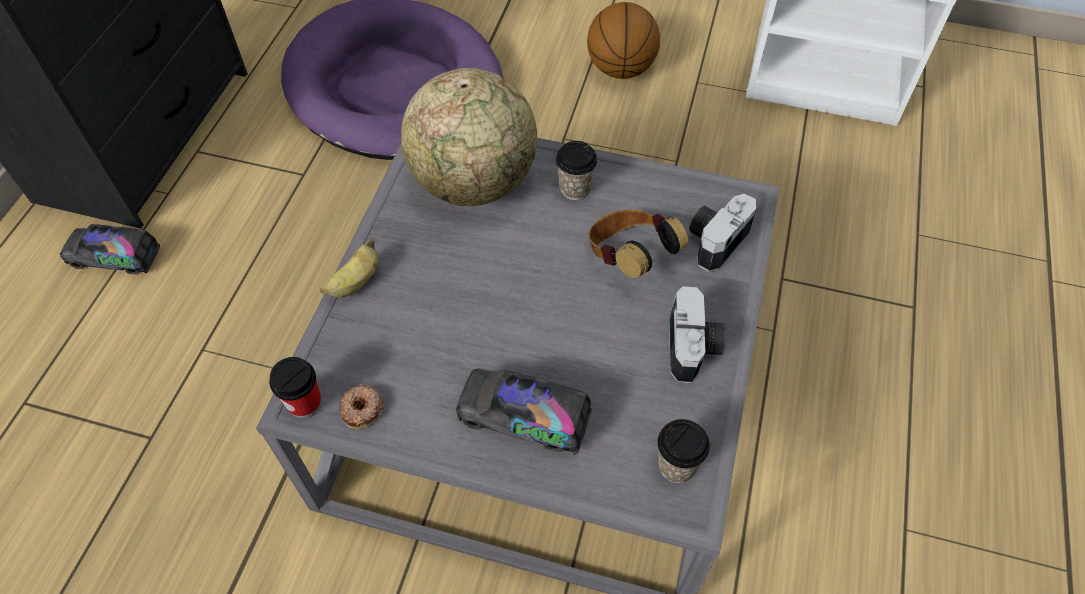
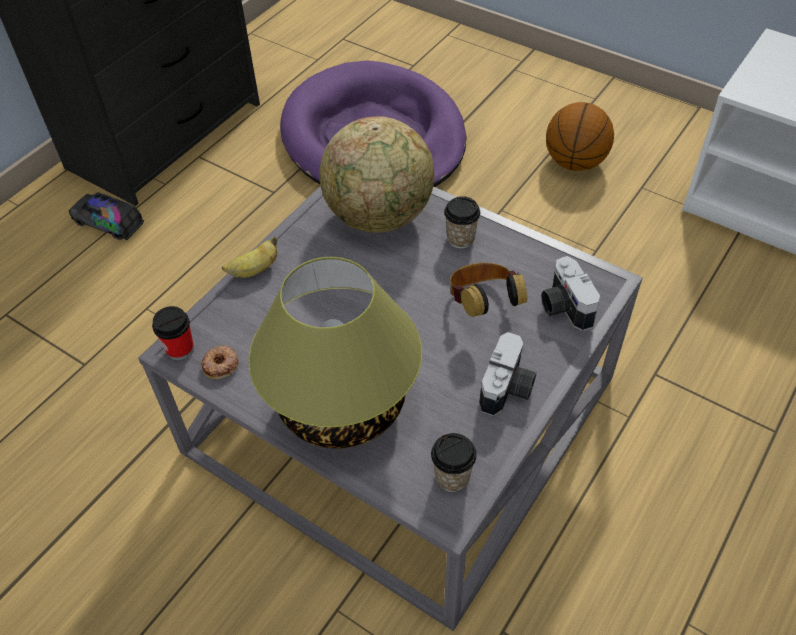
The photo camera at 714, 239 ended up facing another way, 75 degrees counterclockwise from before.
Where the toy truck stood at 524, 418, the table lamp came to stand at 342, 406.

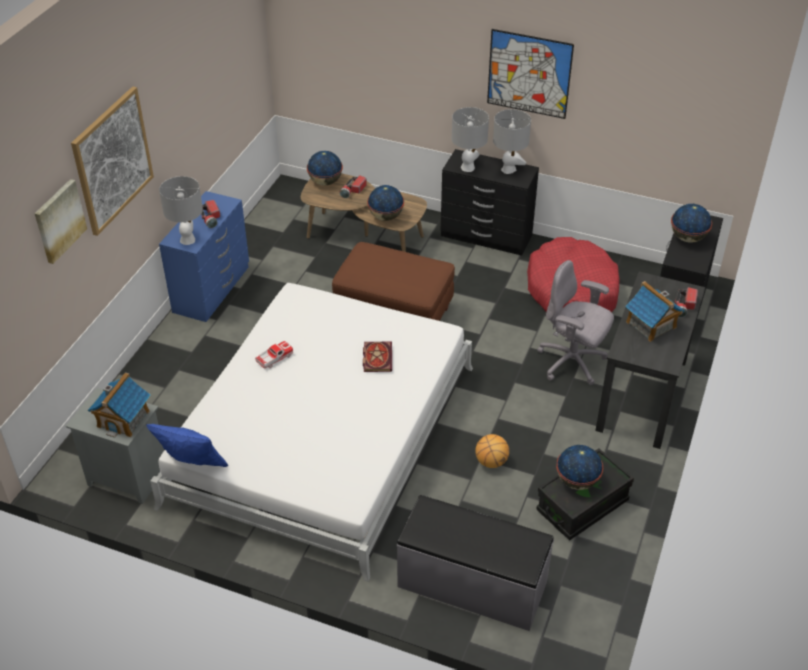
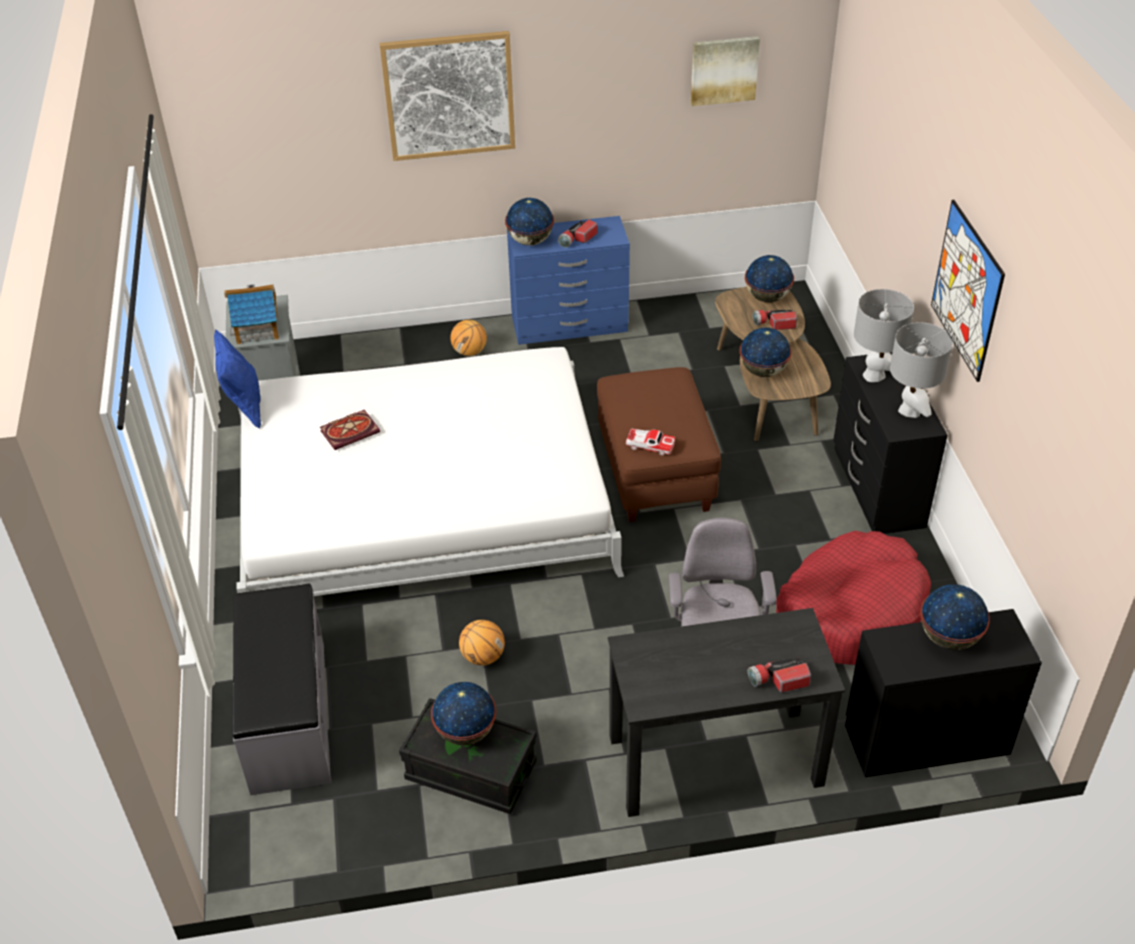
Where the table lamp (grey) stood at 188, 239, the globe came to stand at 530, 241.
The picture ended up elsewhere, having gone from 59, 220 to 723, 70.
The second view lost the toy house at 651, 325.
The toy car ended up elsewhere, having gone from 274, 358 to 650, 445.
The book ended up elsewhere, having gone from 376, 357 to 351, 431.
The second view gained the basketball at 470, 352.

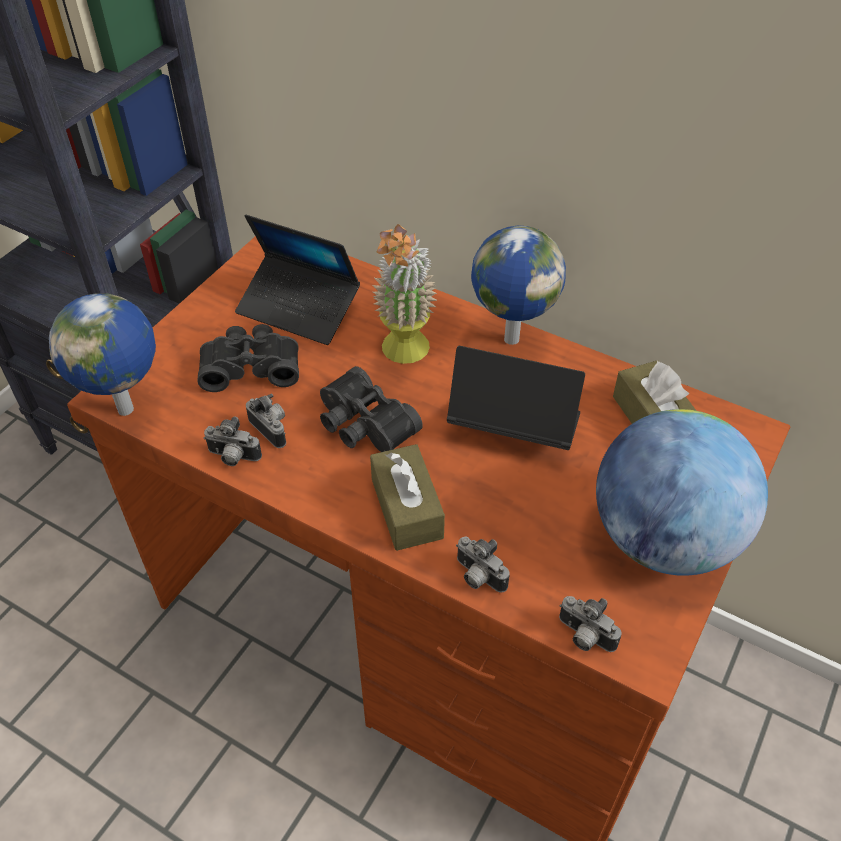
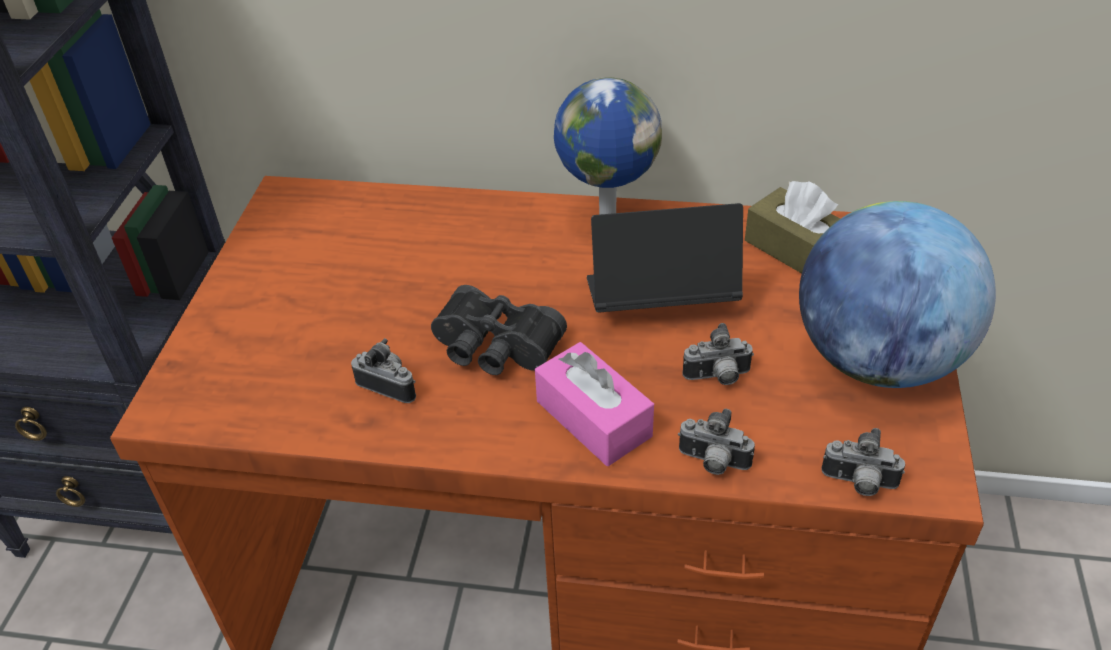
The second view lost the laptop at 299, 308.
The second view lost the potted plant at 404, 356.
The second view lost the globe at 128, 409.
The second view lost the binoculars (black) at 251, 367.
The photo camera ended up elsewhere, having gone from 233, 458 to 718, 378.
What was the tissue box (brown) at 406, 508 turned into the tissue box (pink) at 593, 418.

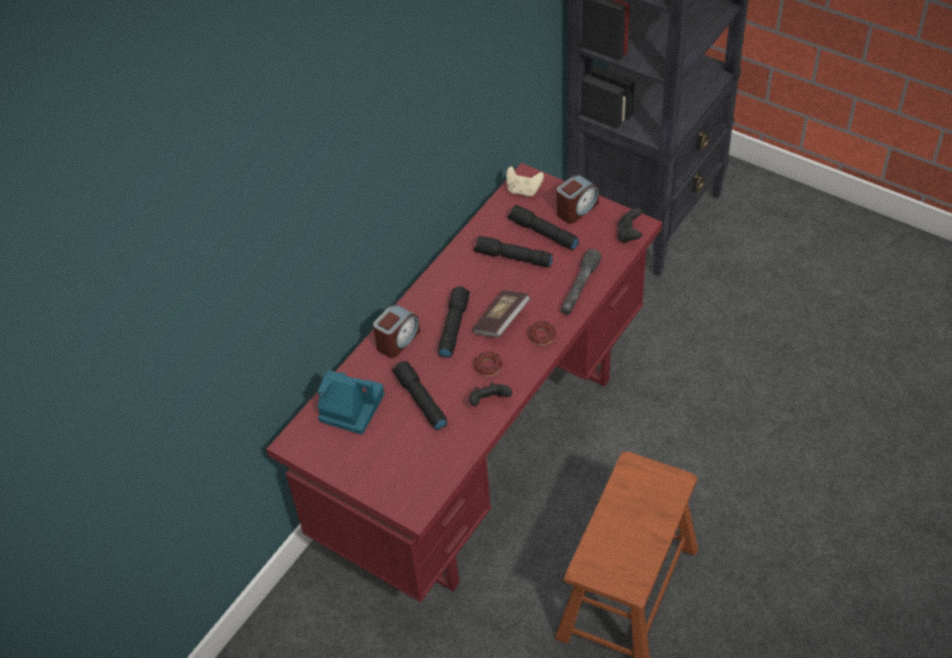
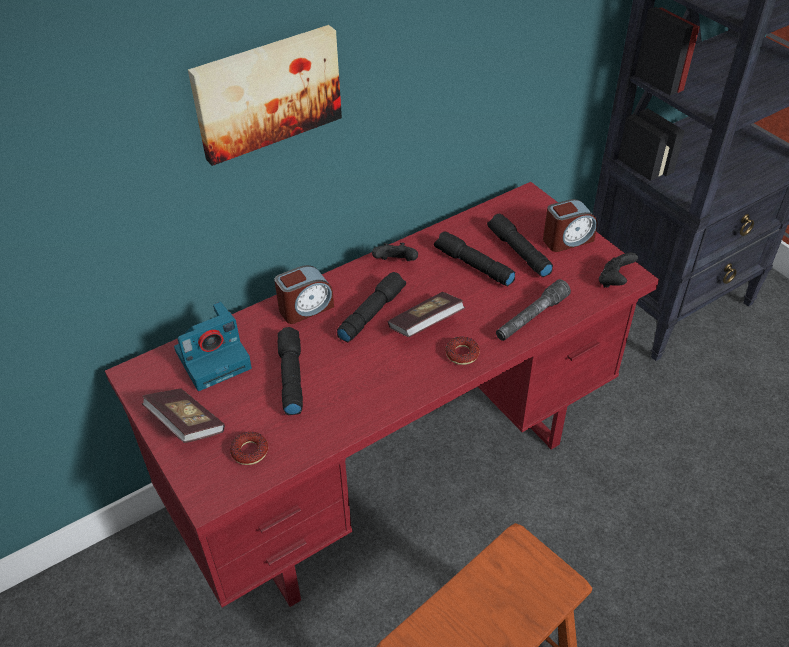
The second view lost the game controller (beige) at 523, 190.
The donut ended up elsewhere, having gone from 488, 366 to 250, 451.
The photo camera at 350, 407 ended up facing another way, 105 degrees clockwise from before.
The game controller (black) ended up elsewhere, having gone from 489, 402 to 396, 263.
The second view gained the picture at 266, 92.
The second view gained the book at 186, 425.

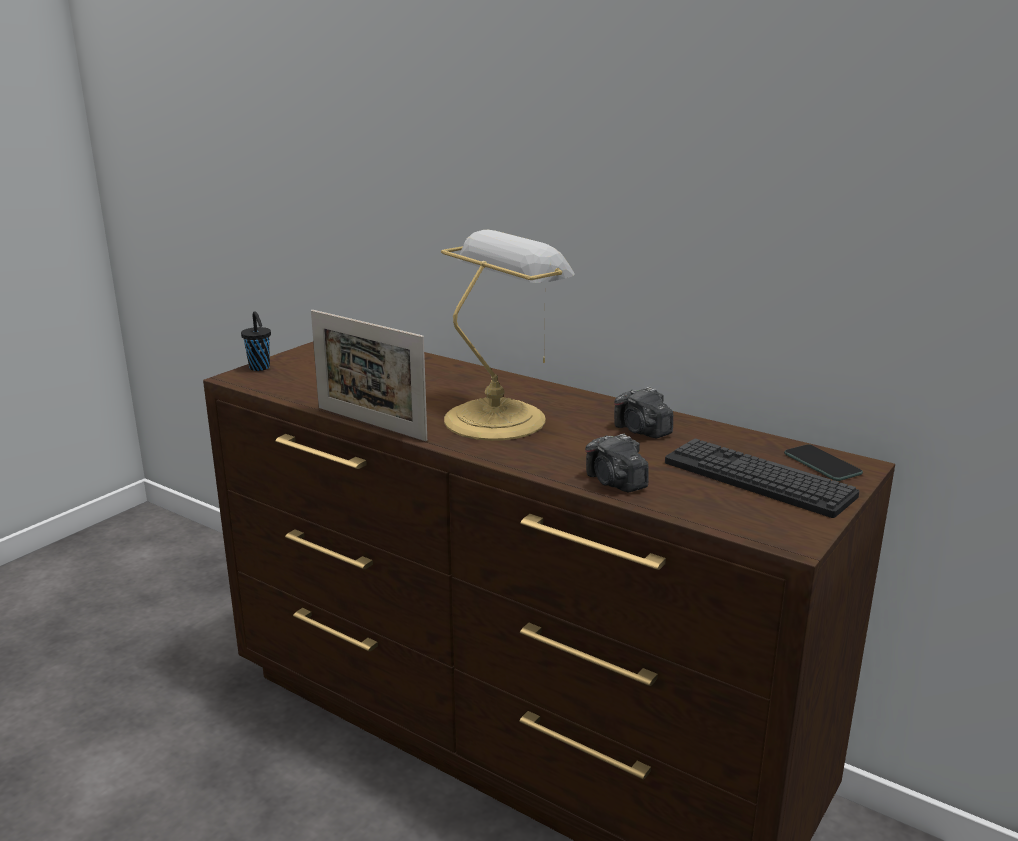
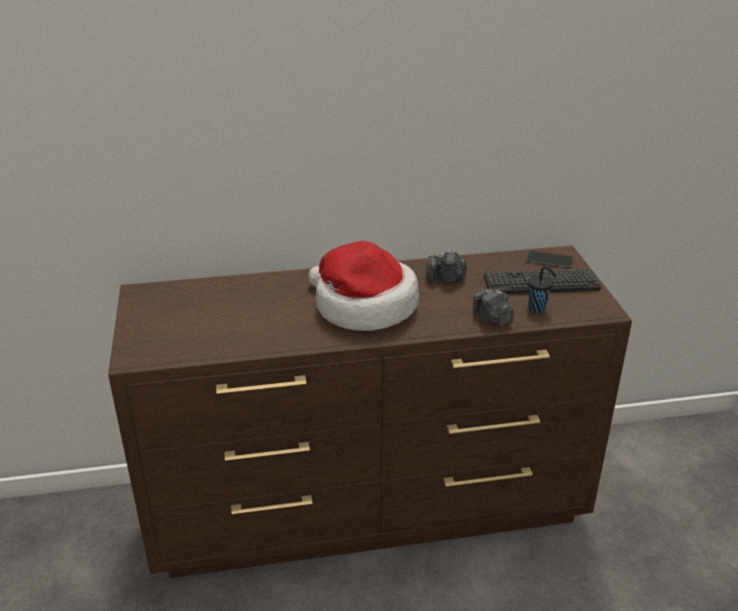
Where the table lamp stood at 499, 418, the hat came to stand at 363, 306.
The second view lost the picture frame at 370, 423.
The cup (black) ended up elsewhere, having gone from 260, 368 to 538, 308.
The photo camera at 615, 482 ended up facing another way, 45 degrees clockwise from before.

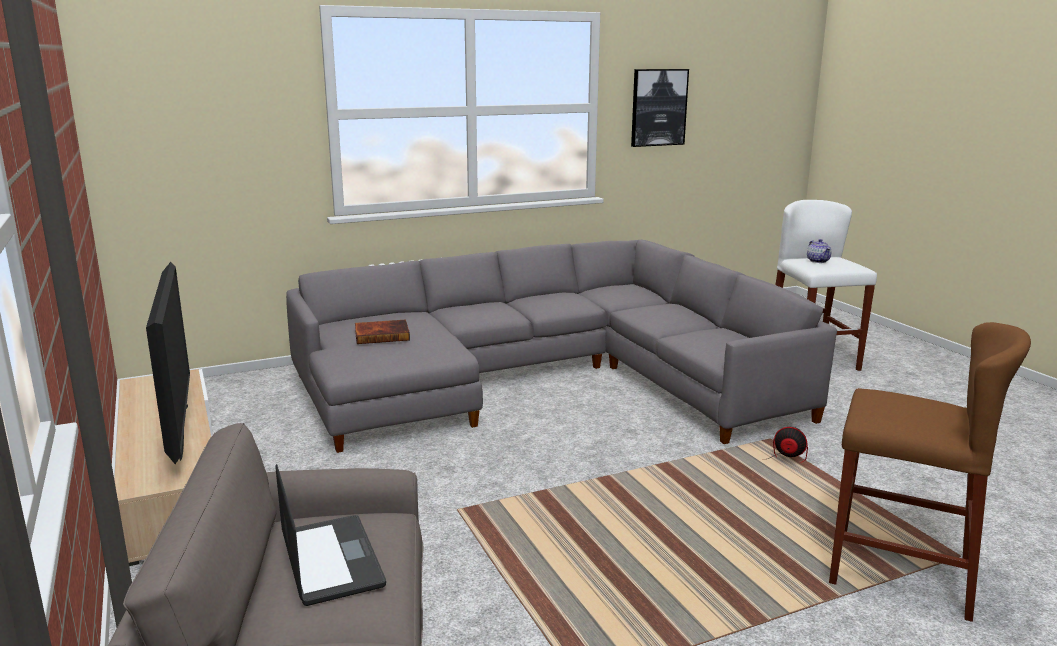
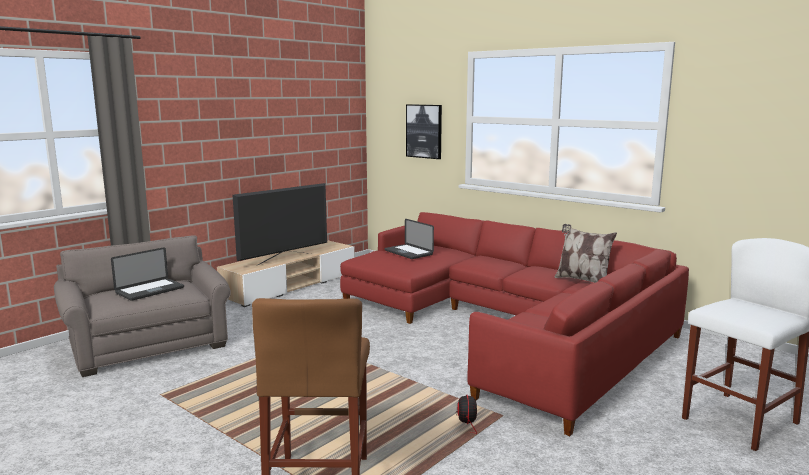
The picture ended up elsewhere, having gone from 658, 107 to 424, 131.
The second view lost the teapot at 818, 261.
What was the sofa (grey) at 545, 379 turned into the sofa (red) at 507, 326.
Where the book stood at 382, 335, the laptop came to stand at 408, 252.
The second view gained the pillow at 582, 280.

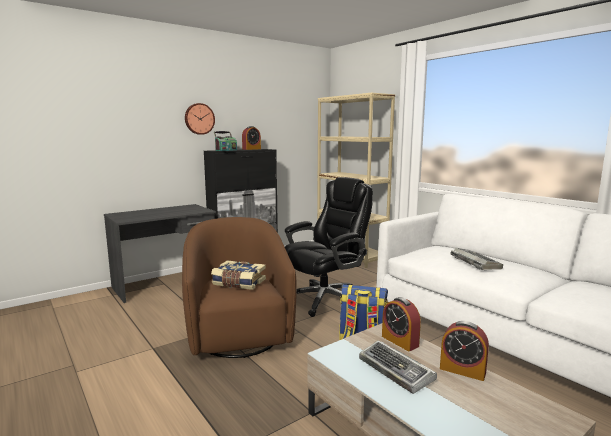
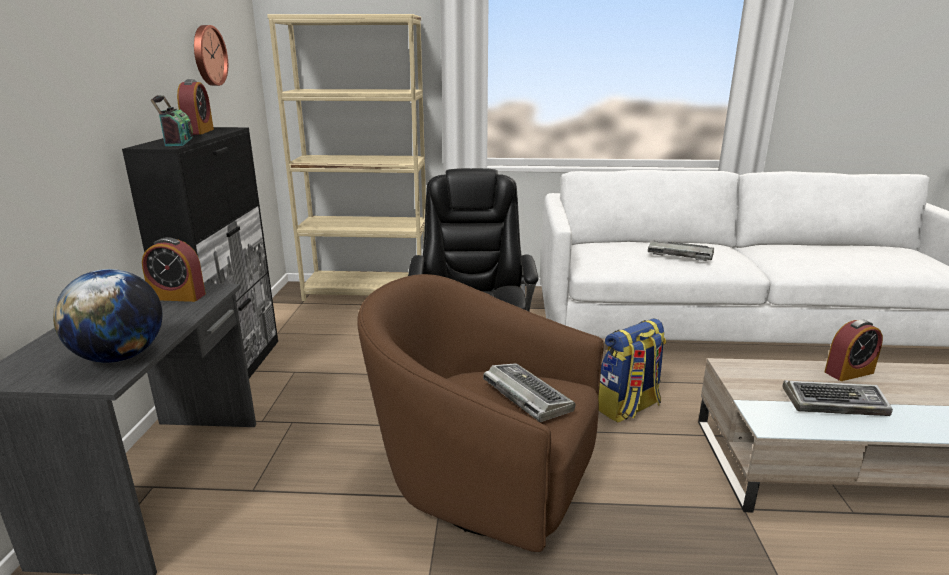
The wall clock ended up elsewhere, having gone from 199, 119 to 208, 55.
Where the book stood at 238, 283, the keyboard came to stand at 526, 396.
The alarm clock ended up elsewhere, having gone from 400, 341 to 177, 296.
The second view gained the globe at 120, 357.

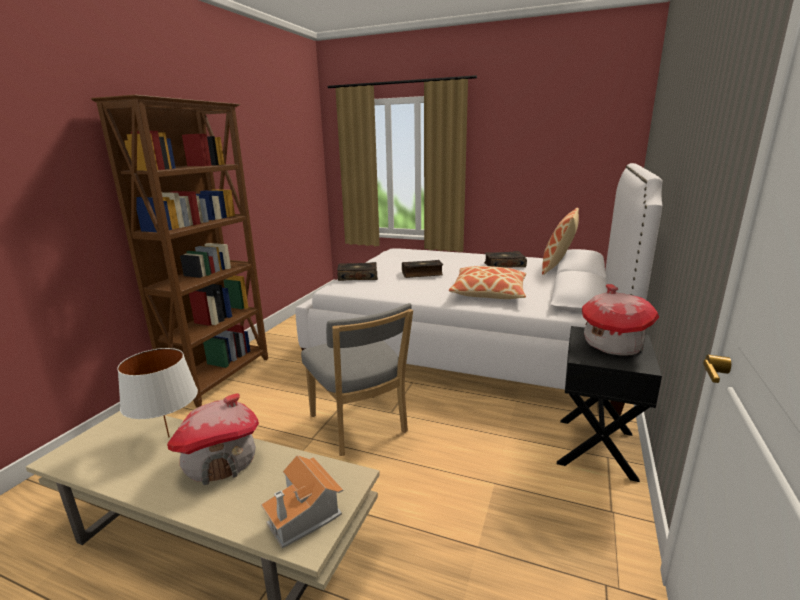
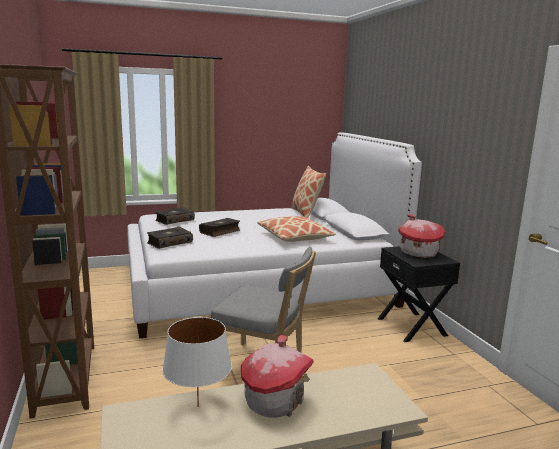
The book ended up elsewhere, having gone from 504, 265 to 174, 220.
The second view lost the toy house at 304, 515.

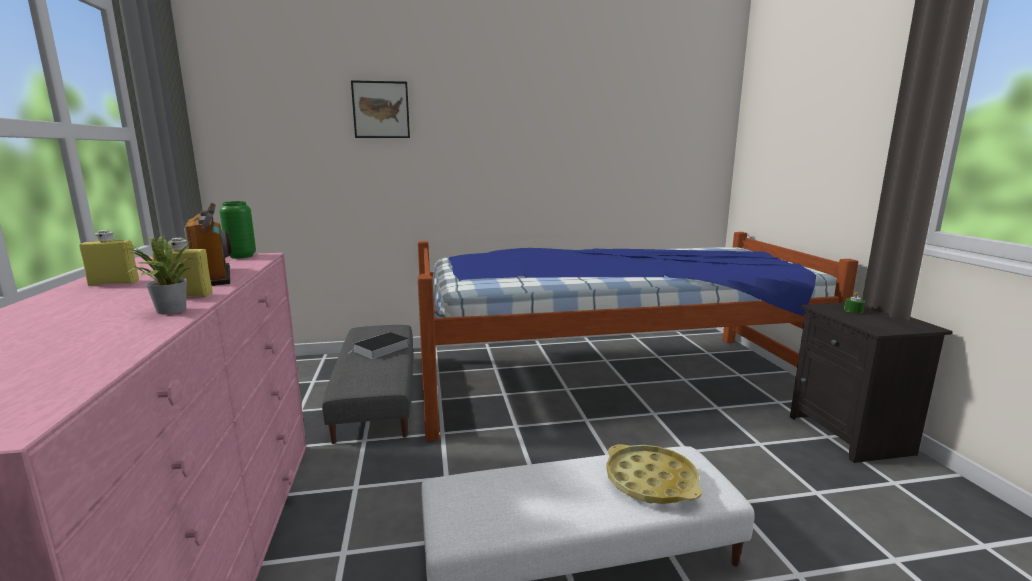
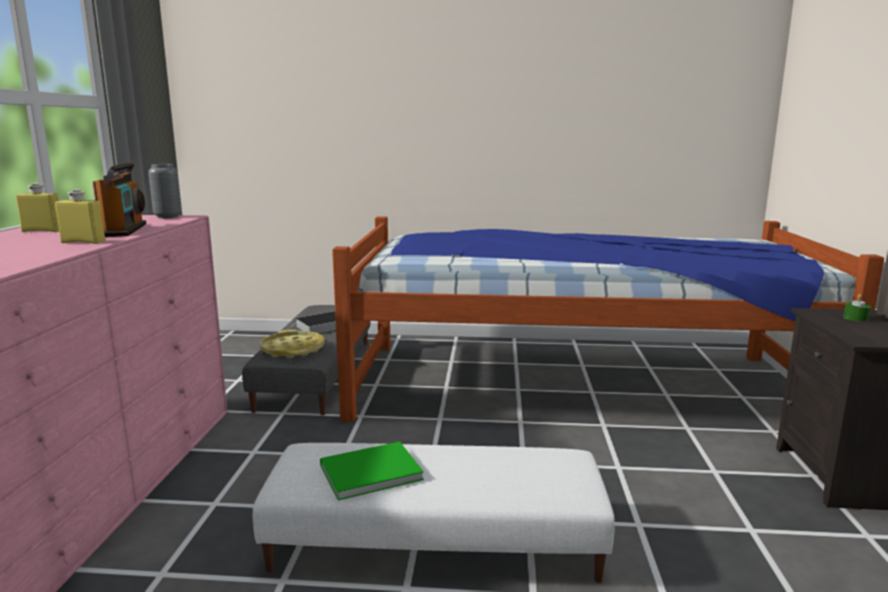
The second view lost the picture at 381, 110.
What was the vase (green) at 241, 256 turned into the vase (grey) at 168, 217.
The second view lost the potted plant at 167, 311.
The tray (yellow) ended up elsewhere, having gone from 651, 481 to 293, 349.
The second view gained the book (green) at 367, 471.

